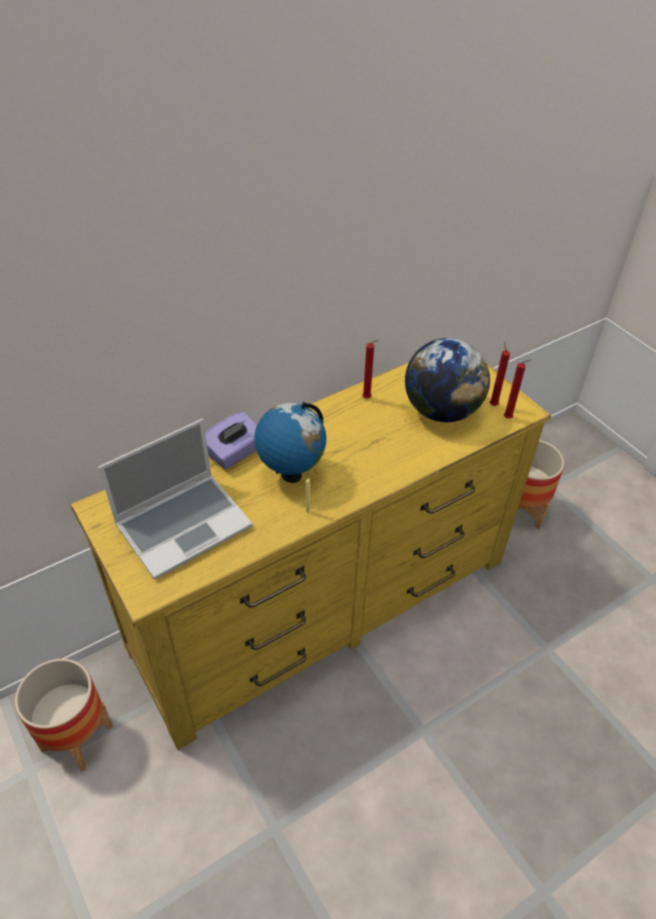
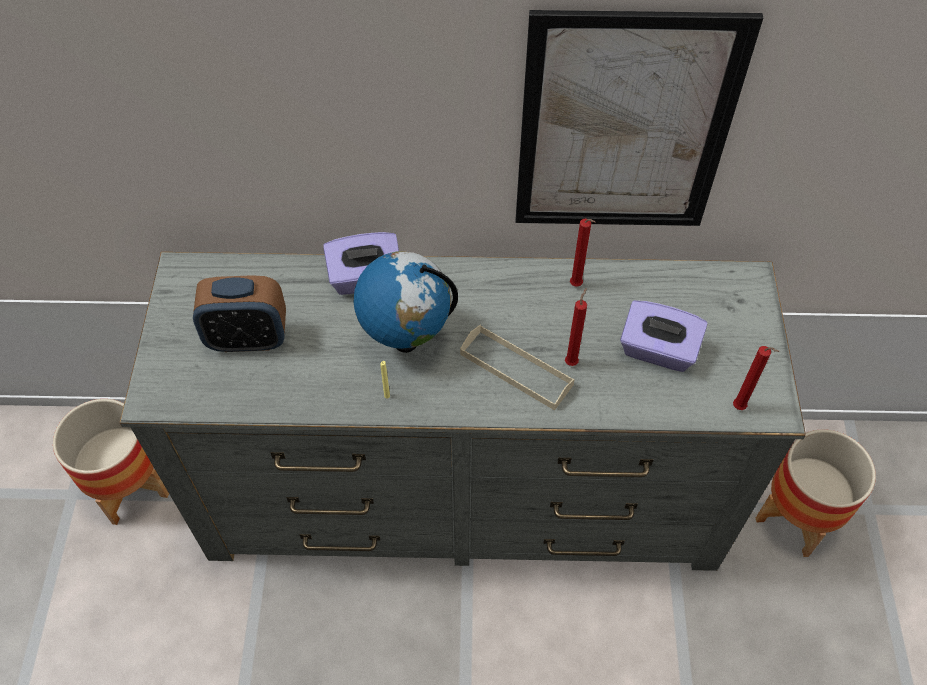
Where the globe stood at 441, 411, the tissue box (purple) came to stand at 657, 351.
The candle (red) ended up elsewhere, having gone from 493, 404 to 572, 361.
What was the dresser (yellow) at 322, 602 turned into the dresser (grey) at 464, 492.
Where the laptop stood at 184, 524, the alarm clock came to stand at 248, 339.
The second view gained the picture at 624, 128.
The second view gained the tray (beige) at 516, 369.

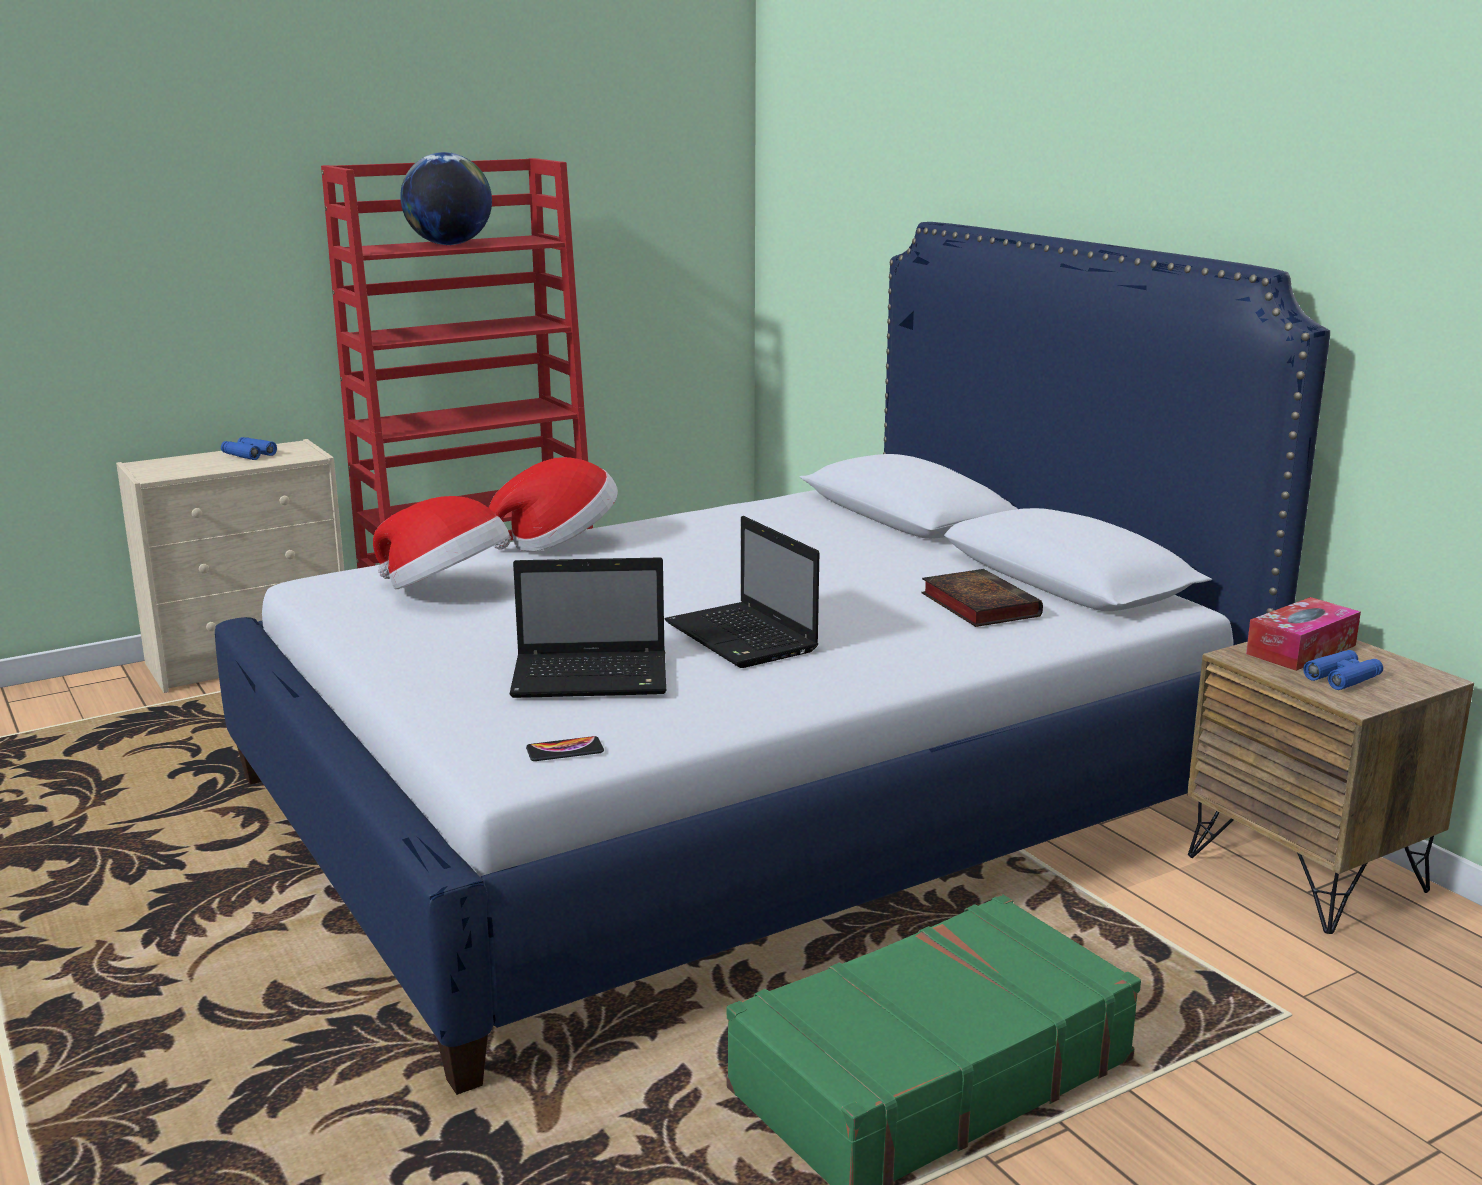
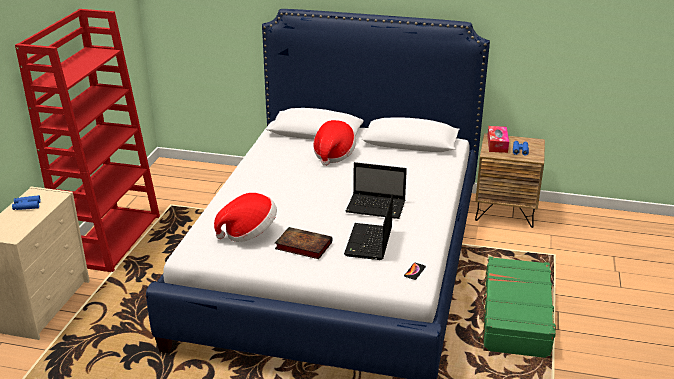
The second view lost the globe at 449, 244.
The hat ended up elsewhere, having gone from 559, 542 to 333, 155.
The laptop at 594, 678 ended up facing another way, 150 degrees clockwise from before.
The book ended up elsewhere, having gone from 977, 604 to 302, 246.

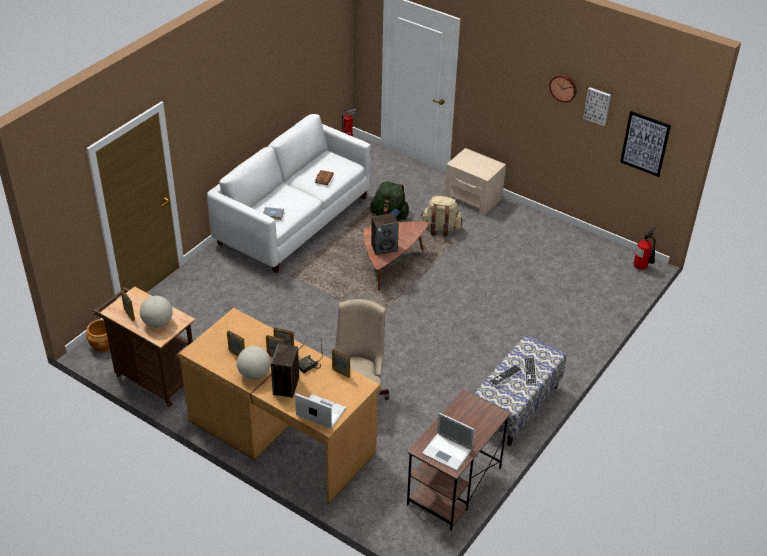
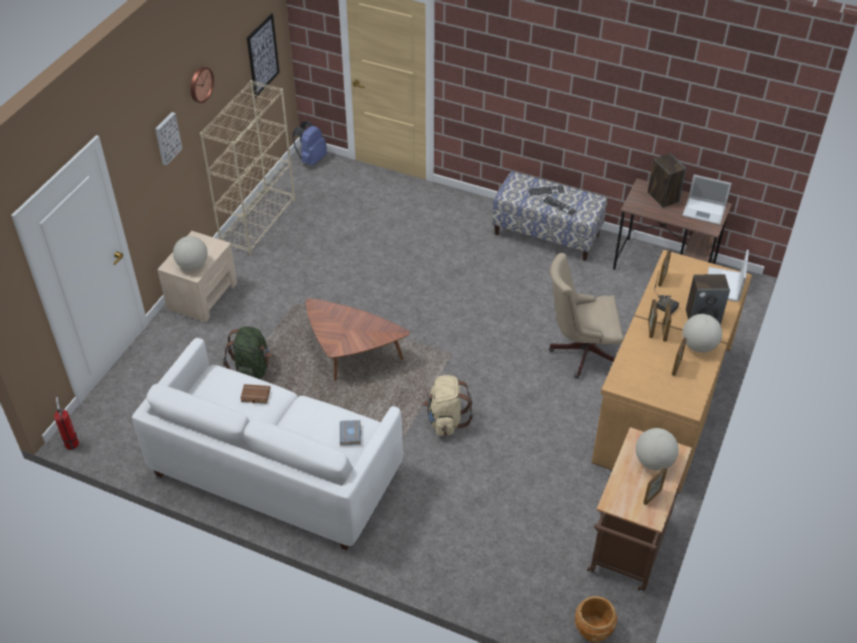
The picture ended up elsewhere, having gone from 597, 105 to 167, 138.
The backpack (beige) ended up elsewhere, having gone from 441, 229 to 446, 420.
The speaker ended up elsewhere, having gone from 384, 248 to 662, 197.
Where the fire extinguisher stood at 642, 267, the backpack (blue) came to stand at 311, 159.
The laptop at 448, 452 ended up facing another way, 90 degrees clockwise from before.
The second view gained the bookcase (beige) at 258, 222.
The second view gained the globe at 193, 265.

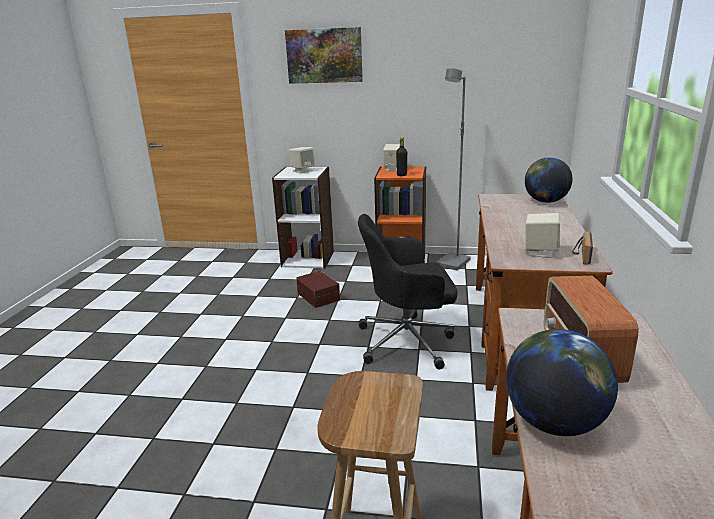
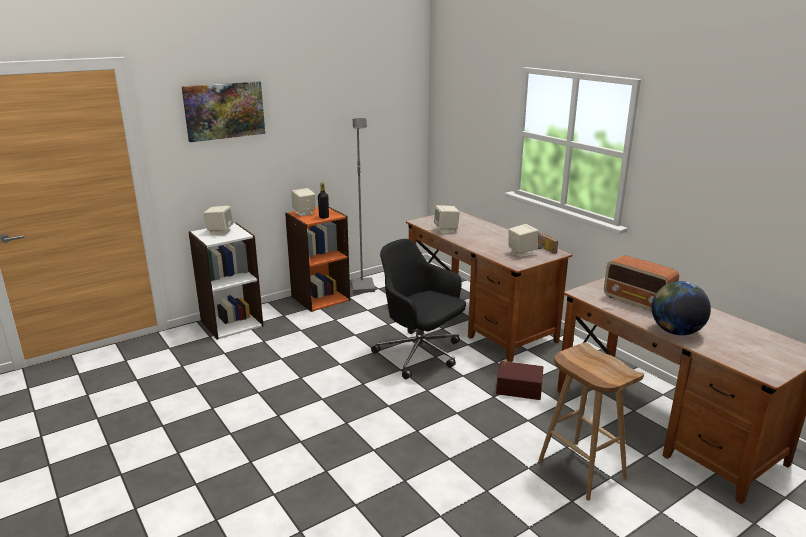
The second view lost the globe at 545, 201.
The office chair (black) at 408, 341 ended up facing another way, 90 degrees clockwise from before.
The storage box (brown) ended up elsewhere, having gone from 319, 296 to 519, 387.
The second view gained the speaker (beige) at 446, 230.

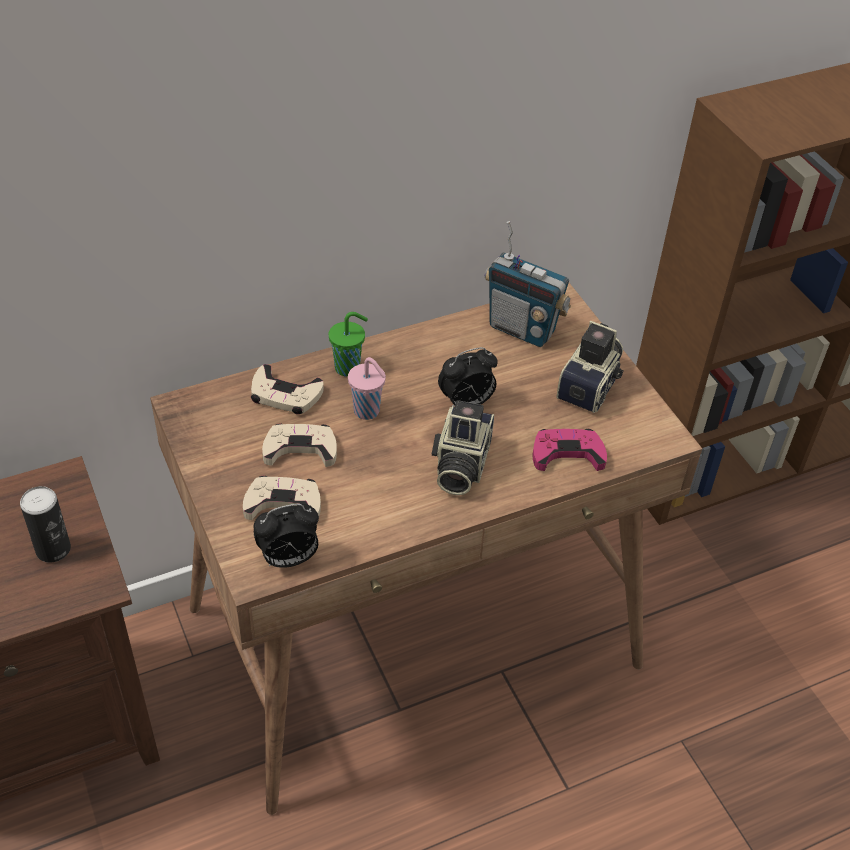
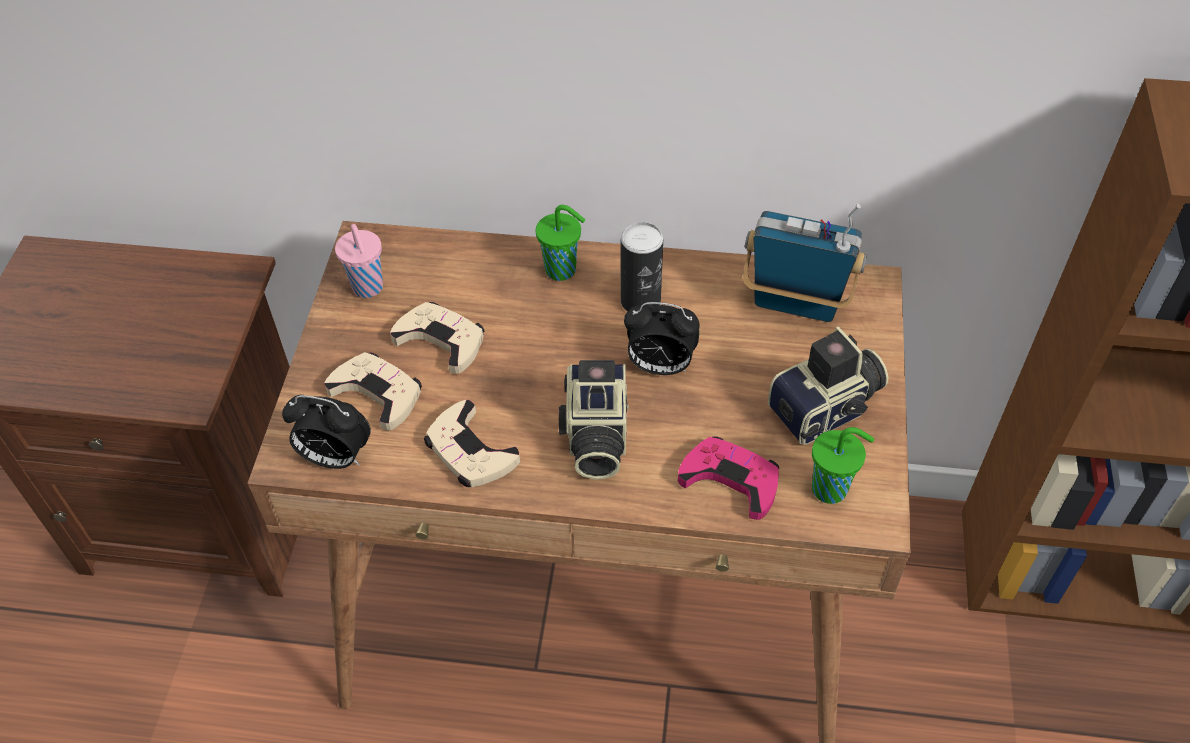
The radio at 522, 329 ended up facing another way, 135 degrees clockwise from before.
The cup (pink) ended up elsewhere, having gone from 368, 412 to 368, 288.
The game controller (beige) ended up elsewhere, having gone from 285, 395 to 470, 451.
The photo camera at 459, 465 ended up facing another way, 45 degrees counterclockwise from before.
The can ended up elsewhere, having gone from 53, 549 to 640, 301.
The second view gained the cup (green) at 832, 489.

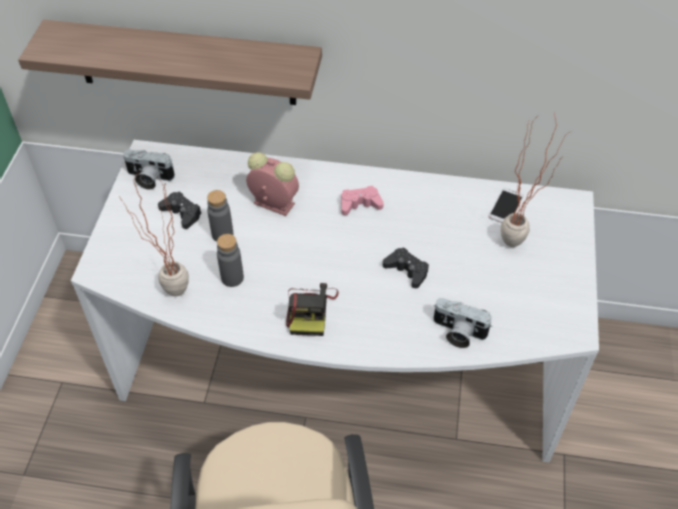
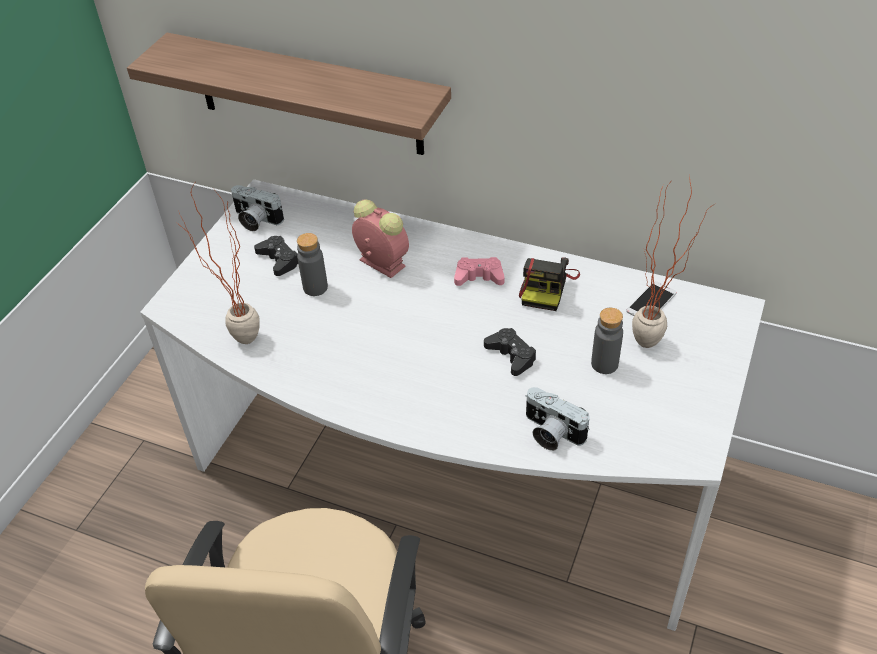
The bottle (grey) ended up elsewhere, having gone from 232, 278 to 604, 364.
The photo camera ended up elsewhere, having gone from 310, 310 to 547, 287.

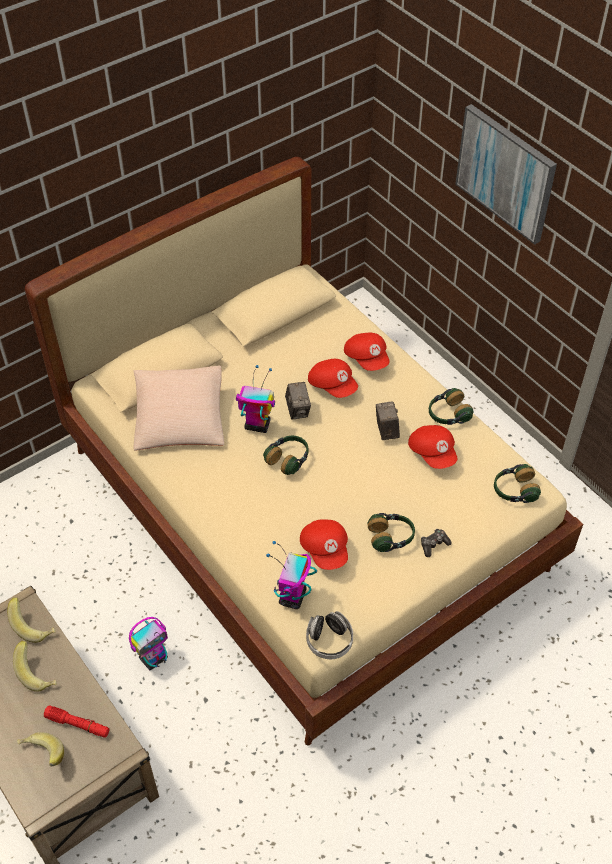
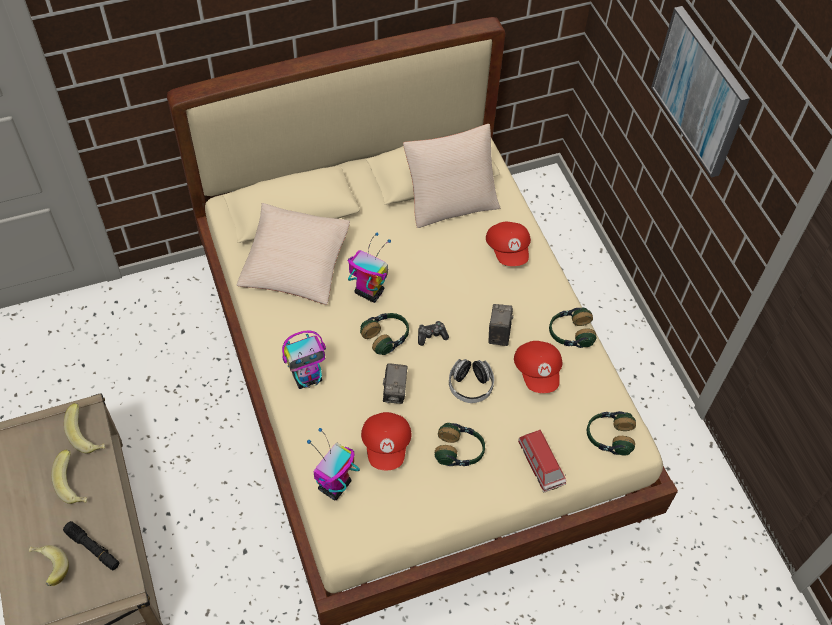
The second view lost the cap (red) at 333, 385.
The photo camera ended up elsewhere, having gone from 298, 410 to 394, 392.
The game controller ended up elsewhere, having gone from 434, 544 to 431, 335.
The headphones ended up elsewhere, having gone from 329, 641 to 470, 386.
The toy robot ended up elsewhere, having gone from 154, 658 to 307, 377.
What was the flashlight (red) at 78, 724 turned into the flashlight (black) at 93, 548.
The second view gained the pillow (beige) at 451, 199.
The second view gained the toy car at 540, 465.

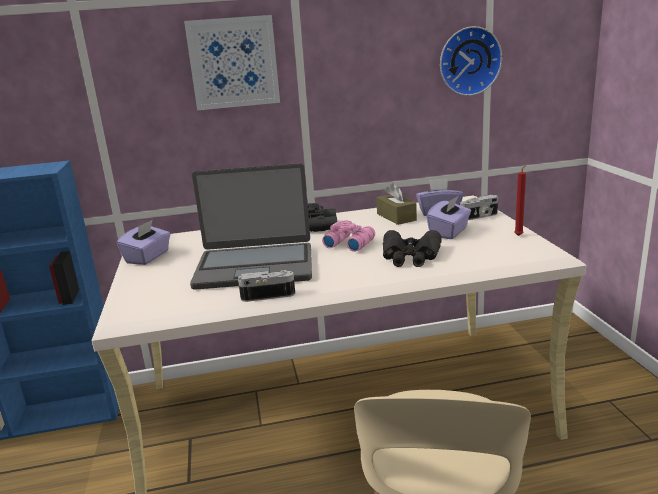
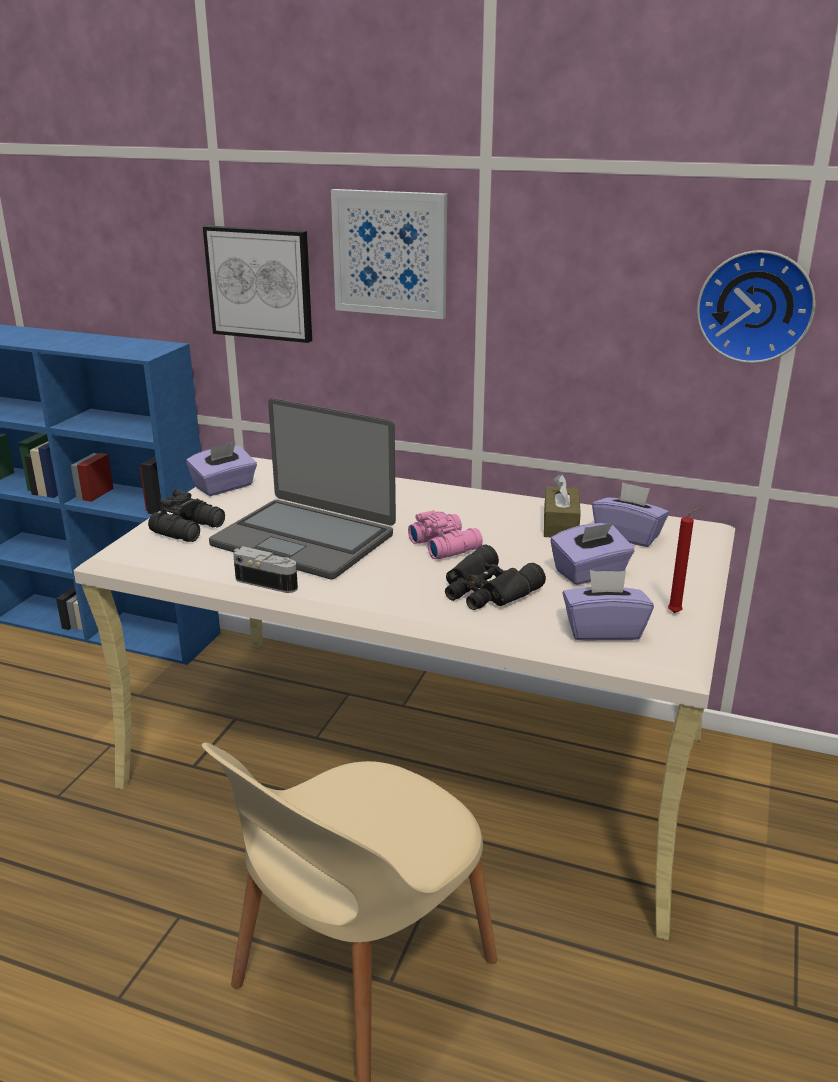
The second view lost the photo camera at 479, 217.
The binoculars (black) ended up elsewhere, having gone from 321, 226 to 190, 529.
The second view gained the picture at 260, 283.
The second view gained the tissue box (purple) at 603, 630.

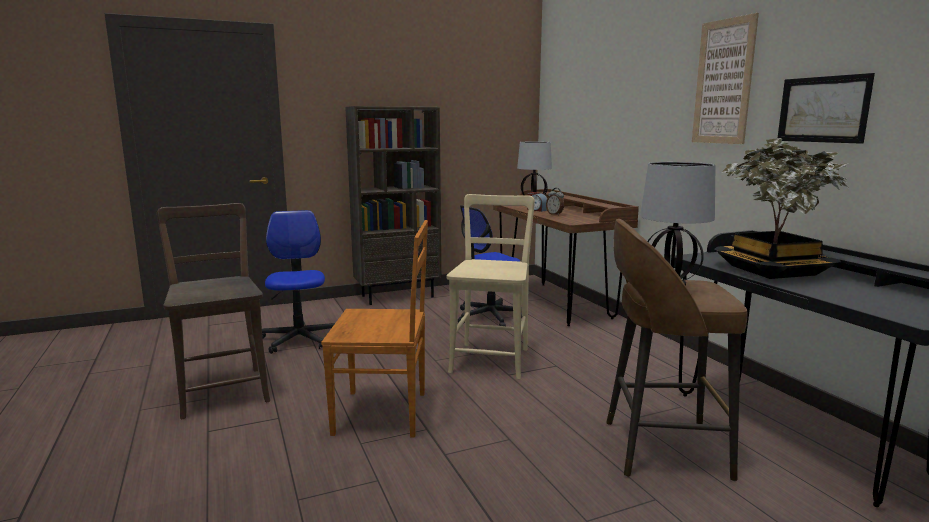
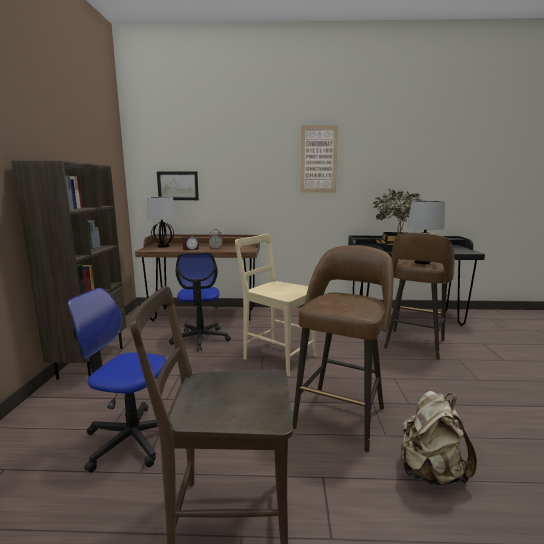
The picture ended up elsewhere, having gone from 822, 109 to 178, 185.
Where the chair (brown) stood at 384, 413, the stool (brown) came to stand at 341, 416.
The second view gained the backpack (beige) at 430, 472.

